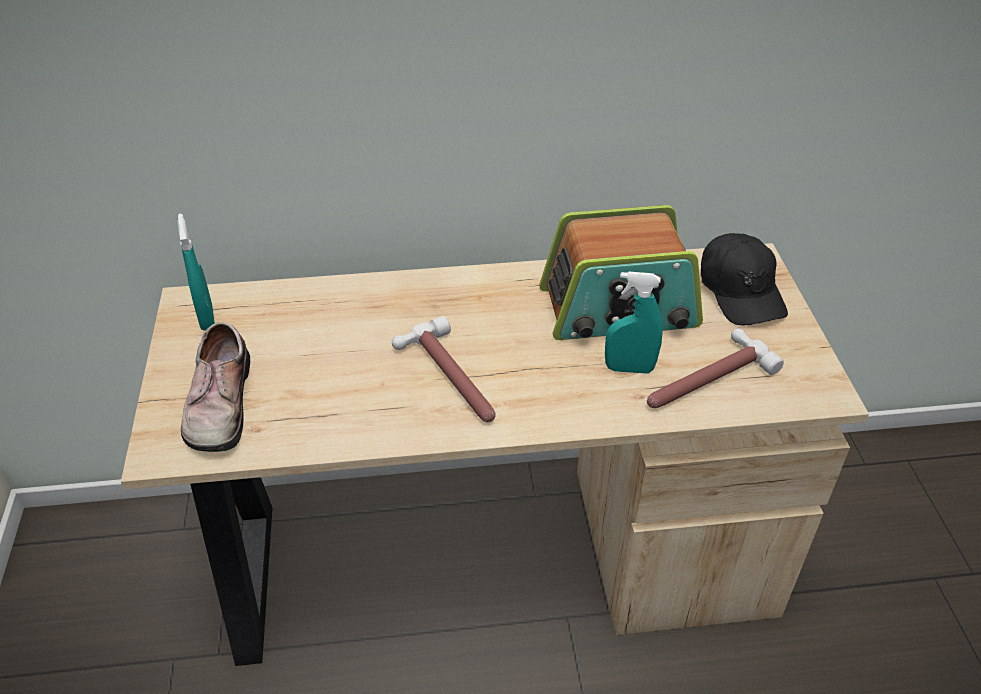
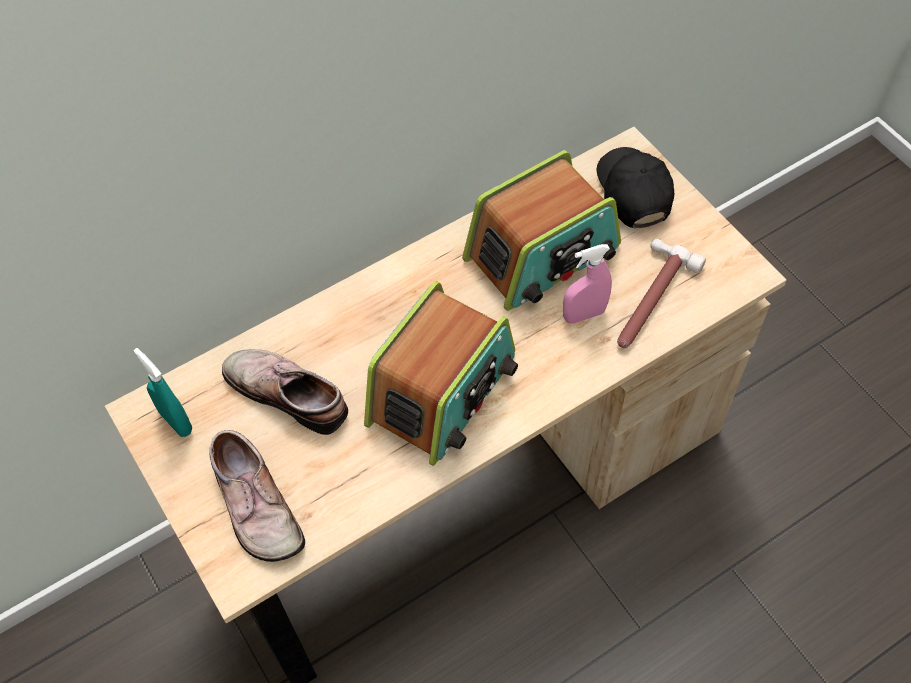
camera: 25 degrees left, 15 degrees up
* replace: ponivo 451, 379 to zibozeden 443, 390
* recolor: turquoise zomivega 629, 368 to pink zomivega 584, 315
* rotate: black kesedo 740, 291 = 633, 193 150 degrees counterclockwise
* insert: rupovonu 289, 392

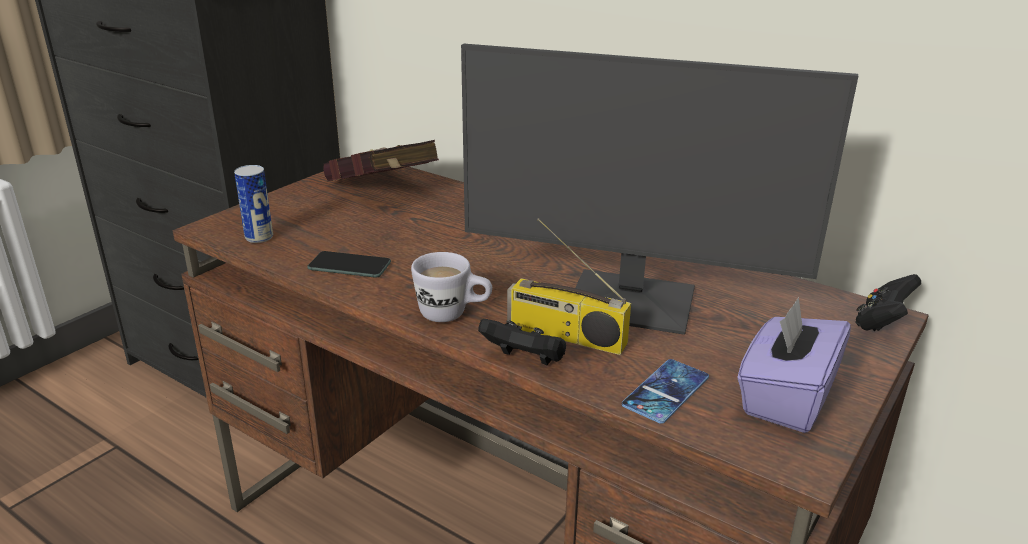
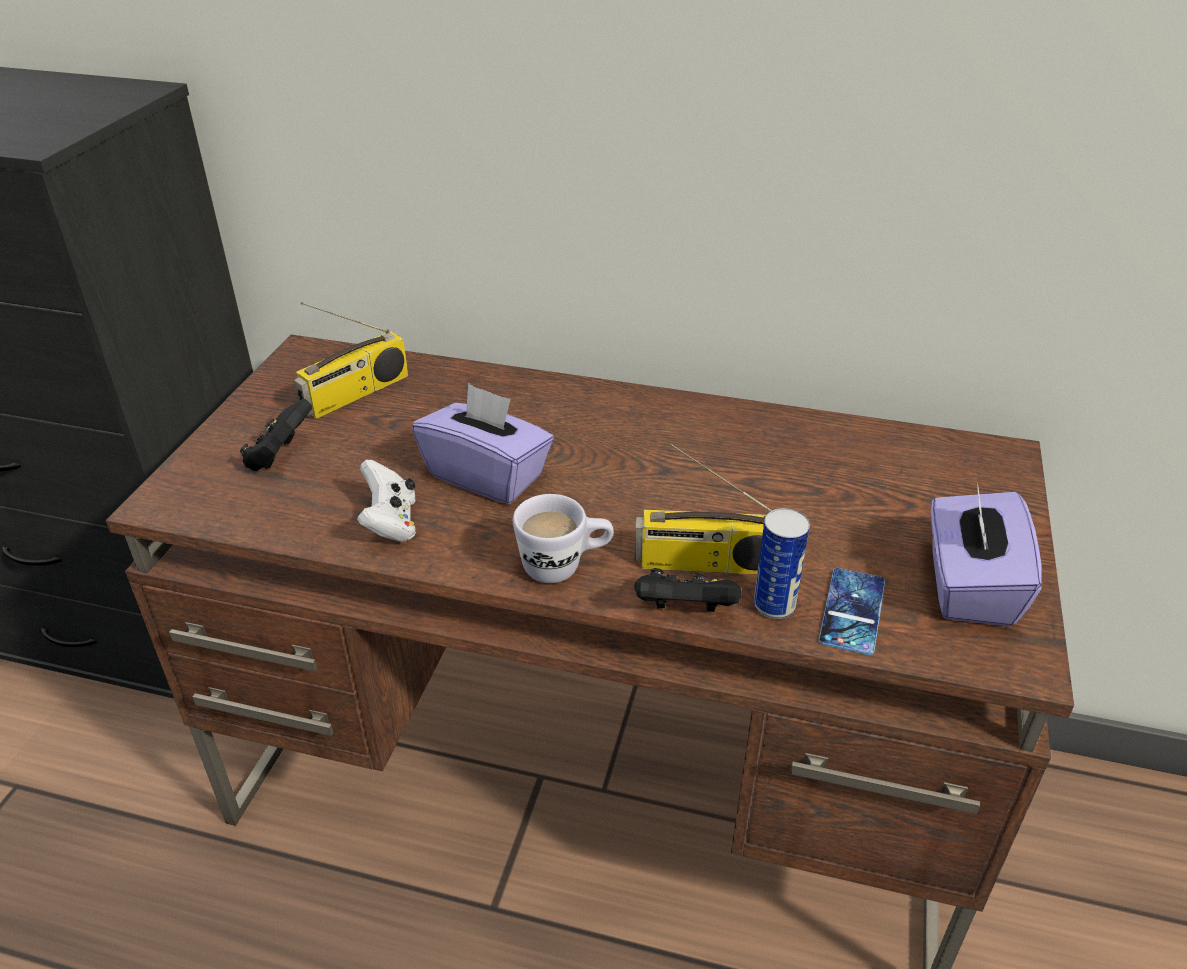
camera: 20 degrees left, 10 degrees up
* move: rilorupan 259, 237 to 774, 605
* replace: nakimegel 349, 266 to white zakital 391, 523
* replace: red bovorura 382, 192 to zibozeden 356, 394
* delete: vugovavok 631, 303
* move: black zakital 881, 323 to 280, 456
* insert: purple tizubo 487, 475

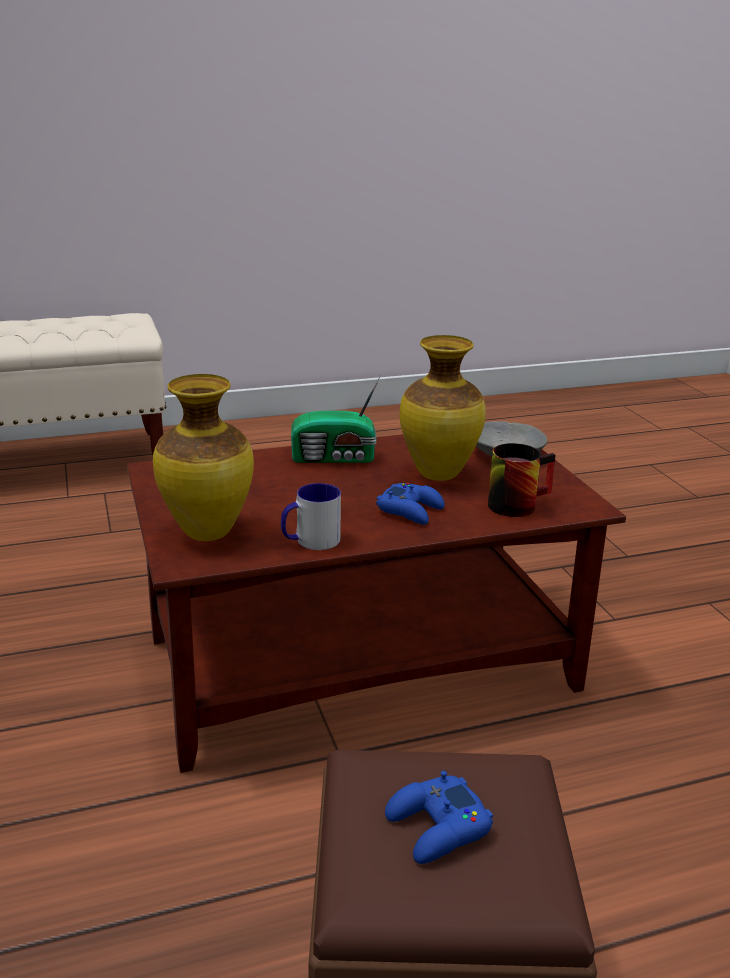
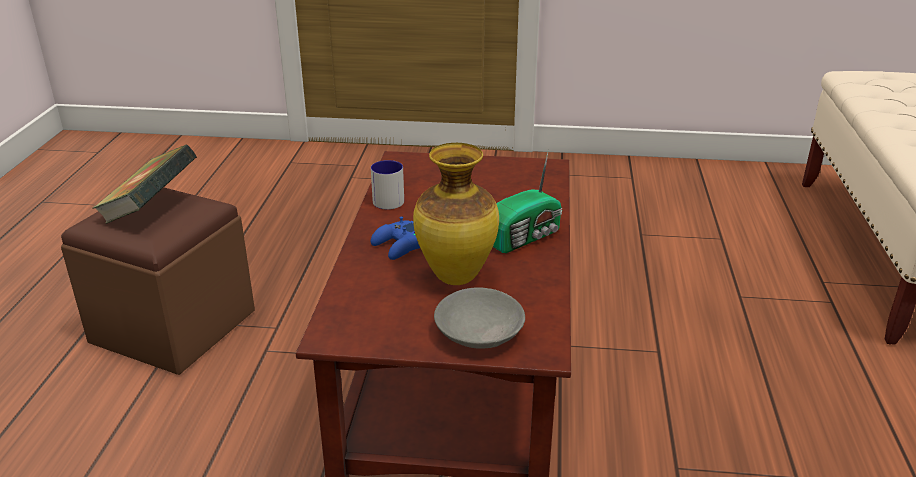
camera: 115 degrees right, 5 degrees up
* delete: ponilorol 208, 532
* rotate: zibozeden 335, 458 = 526, 237 150 degrees counterclockwise
* replace: blue zakital 437, 827 to bovorura 151, 210
* delete: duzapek 515, 502

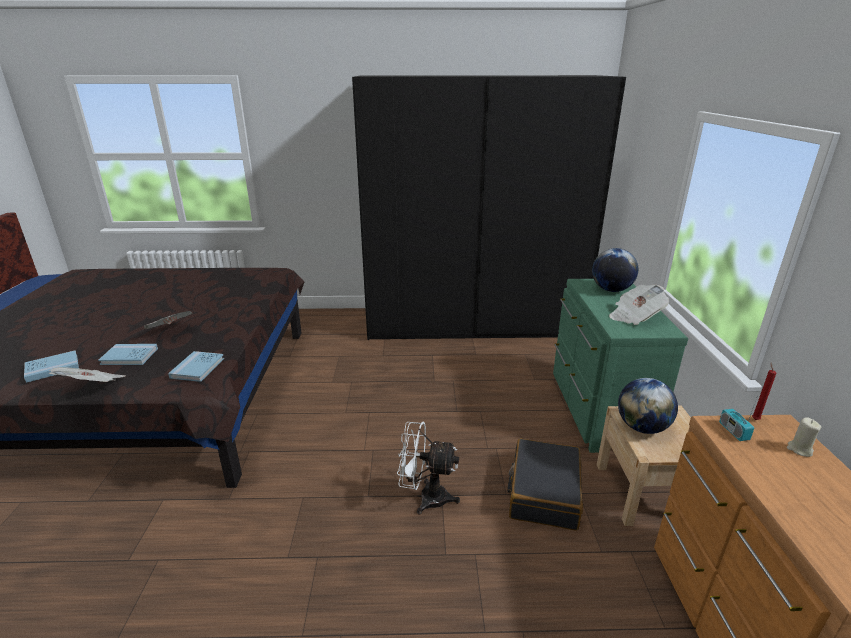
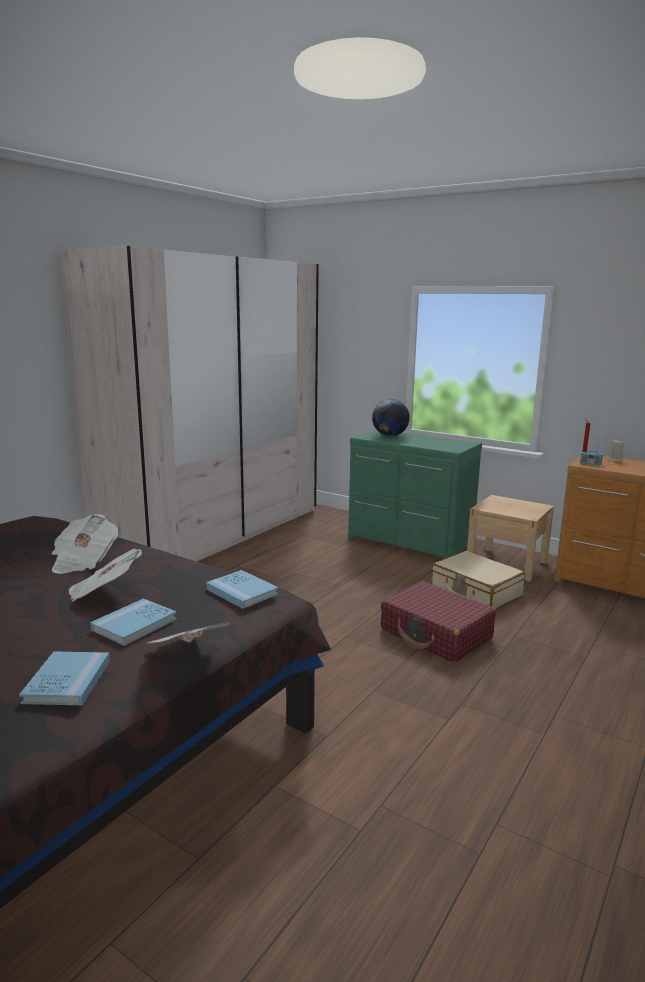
camera: 55 degrees left, 10 degrees down
* recolor: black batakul 473, 323 to beige batakul 216, 533
* replace: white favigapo 426, 497 to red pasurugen 436, 634
* recolor: black pasurugen 543, 492 to beige pasurugen 475, 592
* move: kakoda 635, 317 to 83, 561
* delete: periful 642, 427

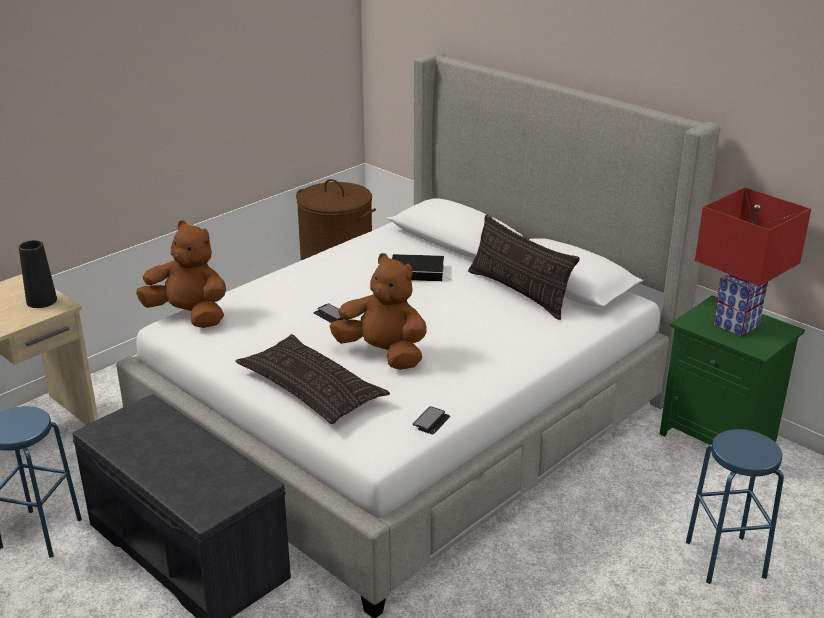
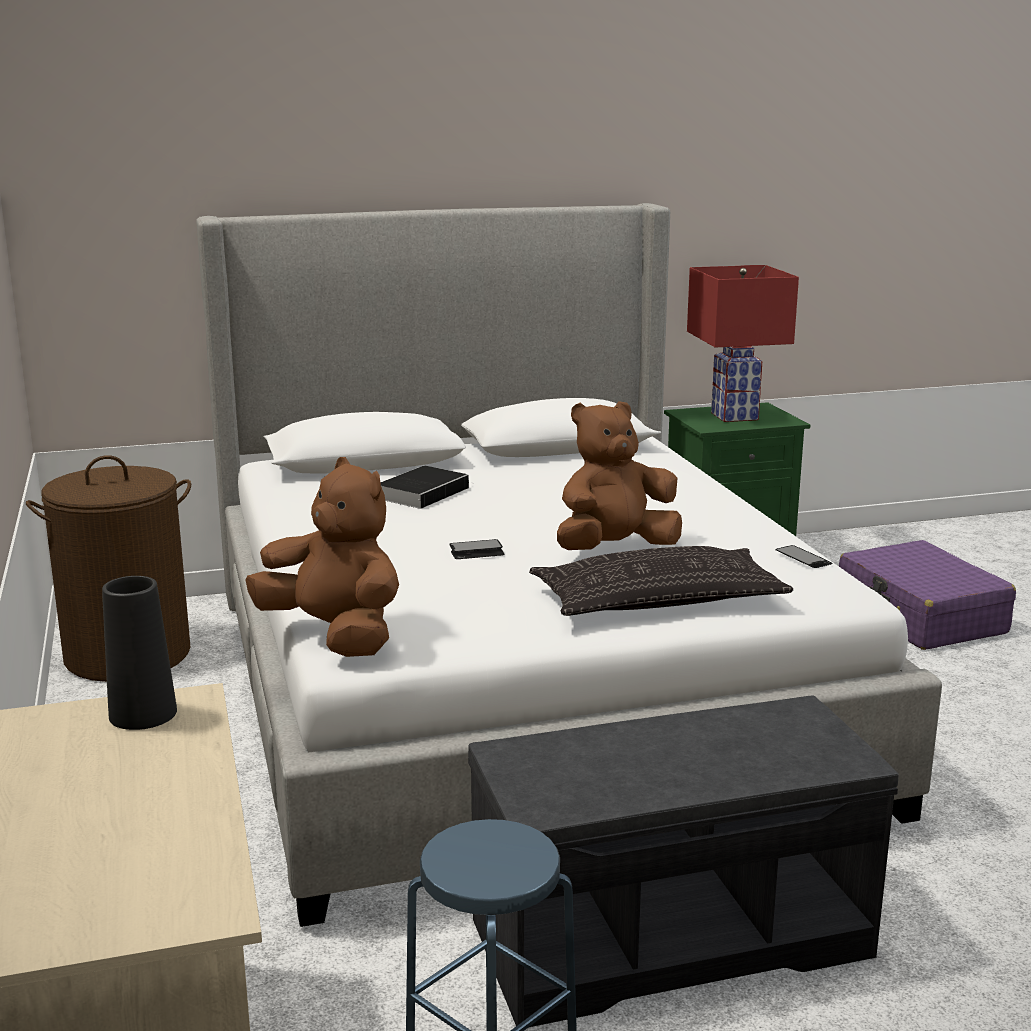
camera: 60 degrees left, 10 degrees down
* rotate: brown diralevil 189, 315 = 335, 635 75 degrees clockwise
* delete: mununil 518, 292
* replace: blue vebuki 725, 559 to purple pasurugen 920, 616

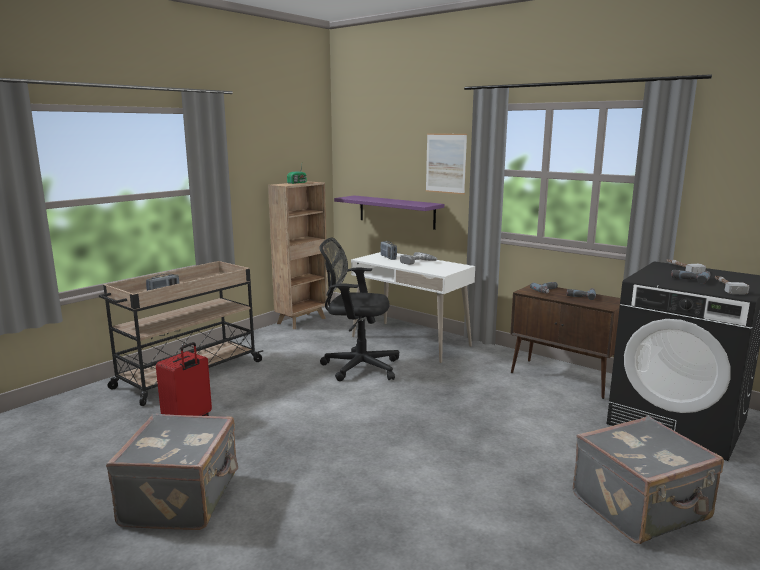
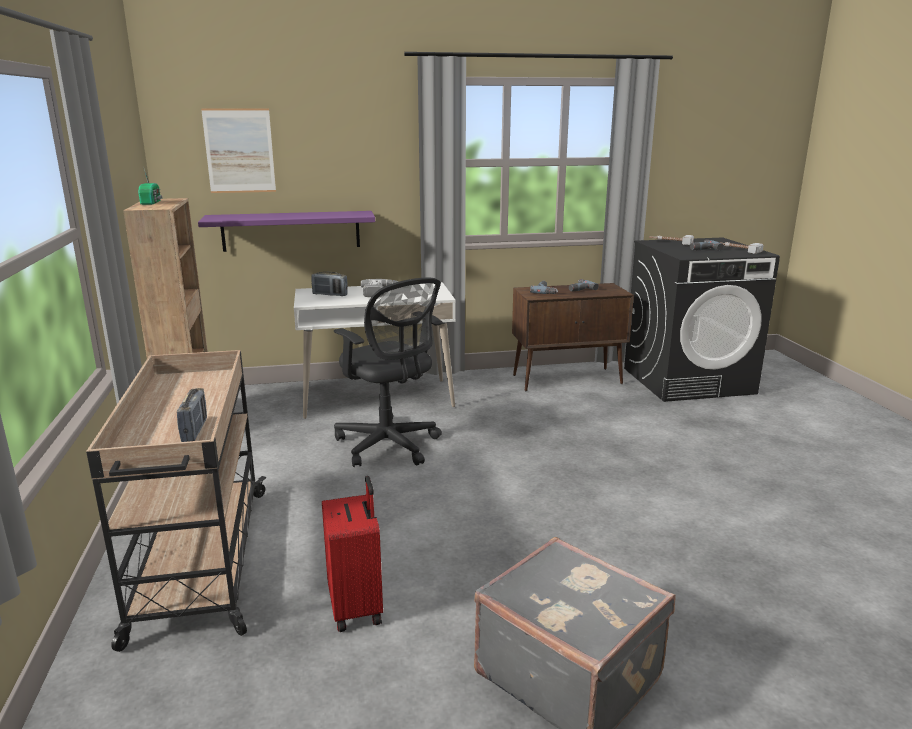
camera: 50 degrees left, 5 degrees up
* rotate: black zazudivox 357, 367 = 390, 446 90 degrees counterclockwise
* move: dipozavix 445, 163 to 239, 151
* delete: grey pasurugen 642, 508

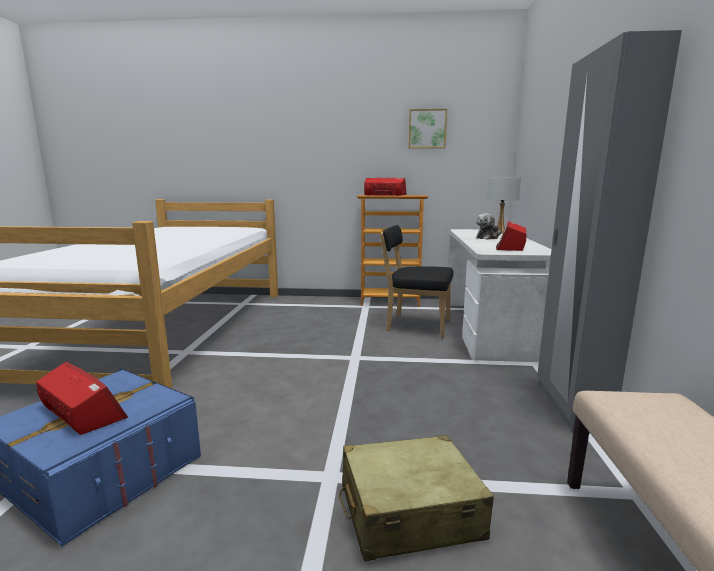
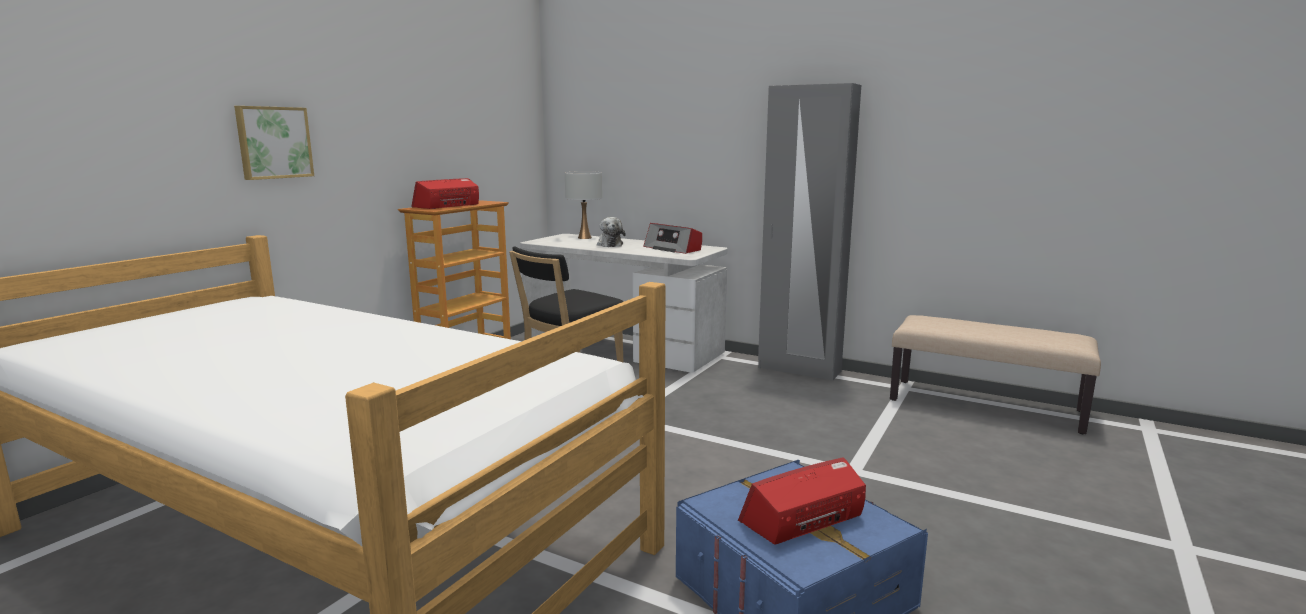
camera: 65 degrees left, 0 degrees up
* delete: beige pasurugen 409, 512
* move: dipozavix 427, 129 to 273, 142

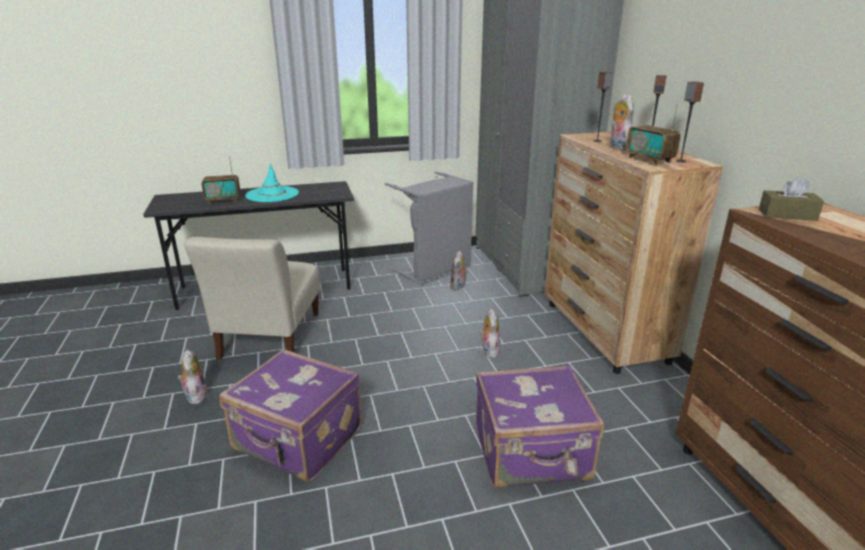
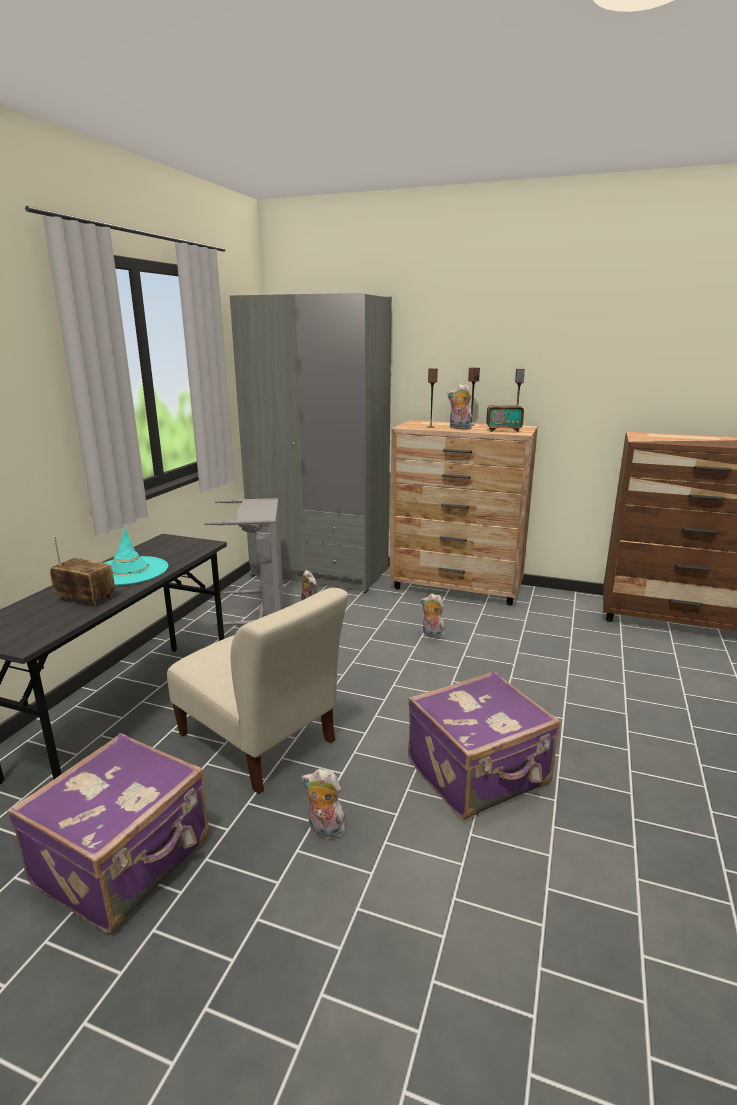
camera: 55 degrees left, 5 degrees down
* rotate: zibozeden 223, 200 = 86, 599 90 degrees counterclockwise
* move: purple pasurugen 532, 455 to 126, 861
* delete: brown tizubo 787, 215

